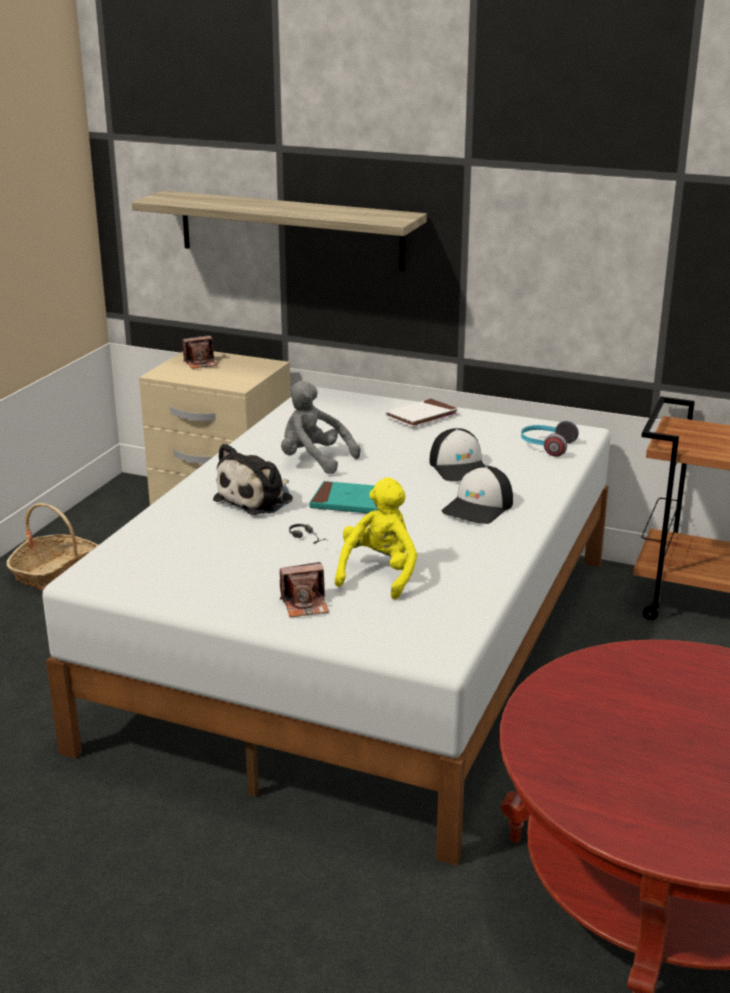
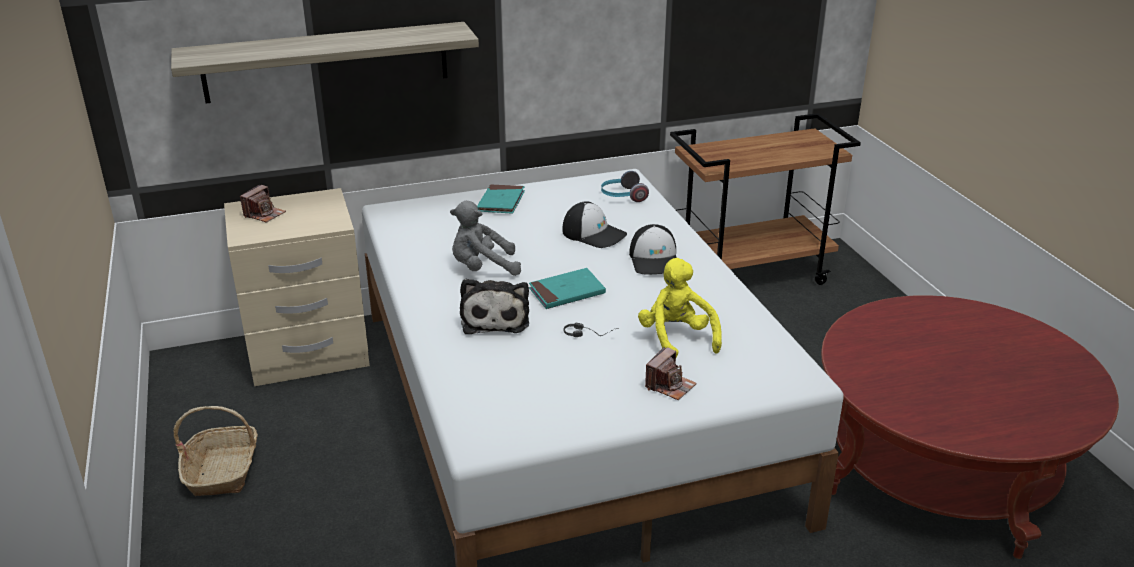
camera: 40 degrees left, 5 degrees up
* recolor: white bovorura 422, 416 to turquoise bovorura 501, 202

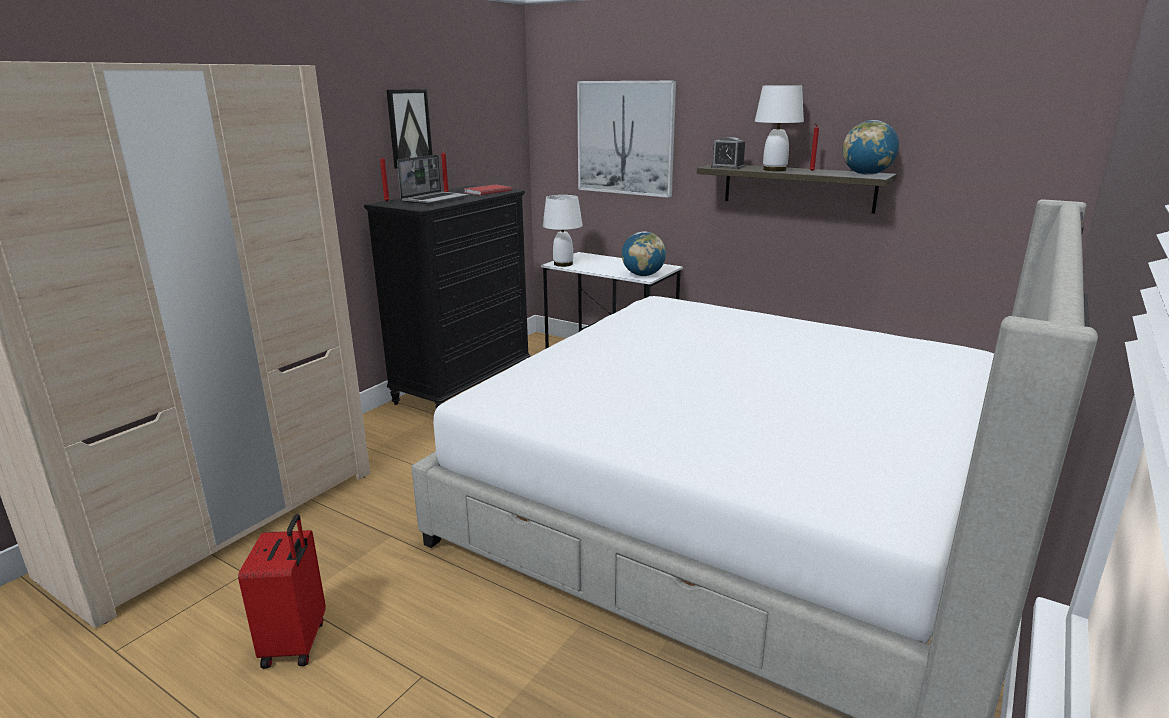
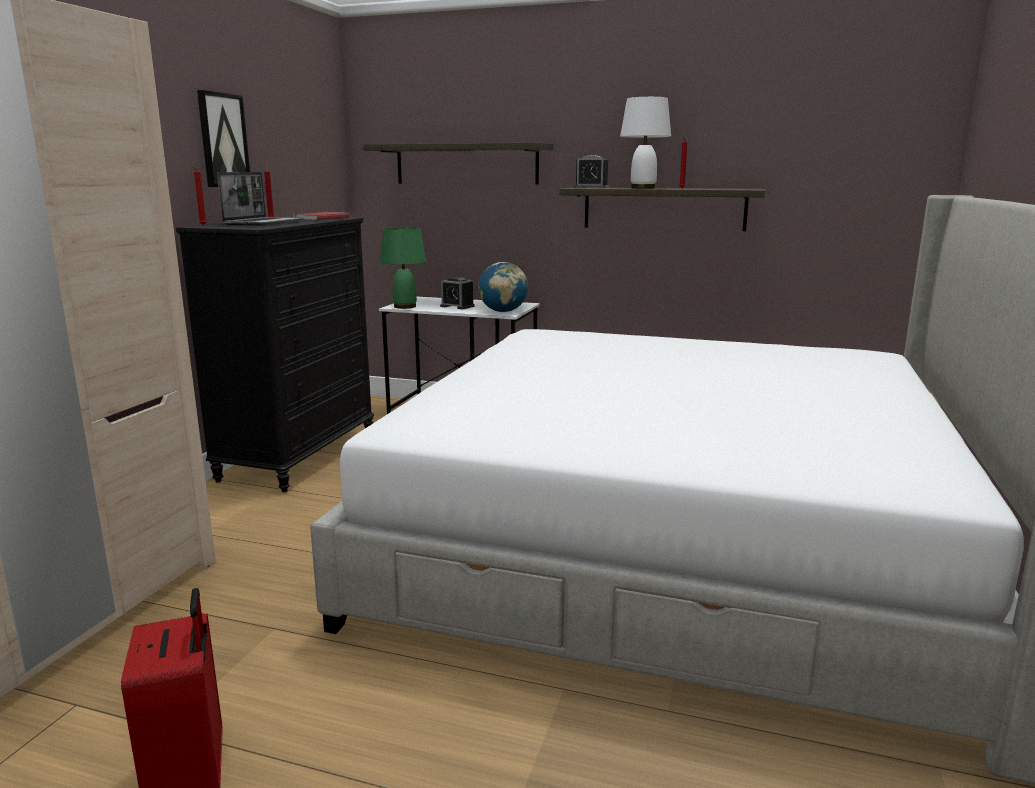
camera: 15 degrees left, 5 degrees down
* recolor: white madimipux 562, 264 to green madimipux 404, 306
* replace: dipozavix 625, 138 to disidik 466, 164
* delete: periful 866, 174
* insert: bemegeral 457, 306

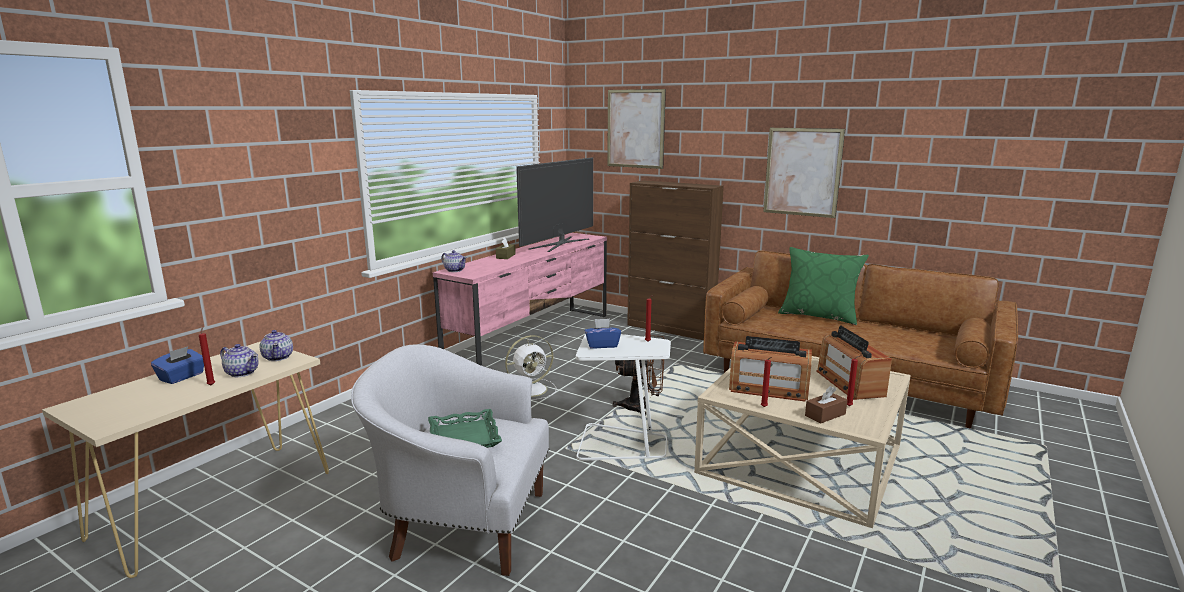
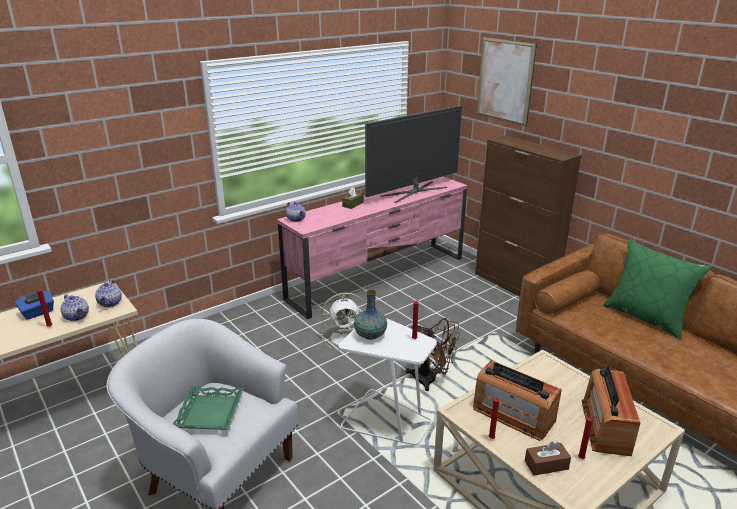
camera: 20 degrees right, 10 degrees up
* replace: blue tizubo 602, 345 to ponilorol 370, 335
* delete: dipozavix 802, 172

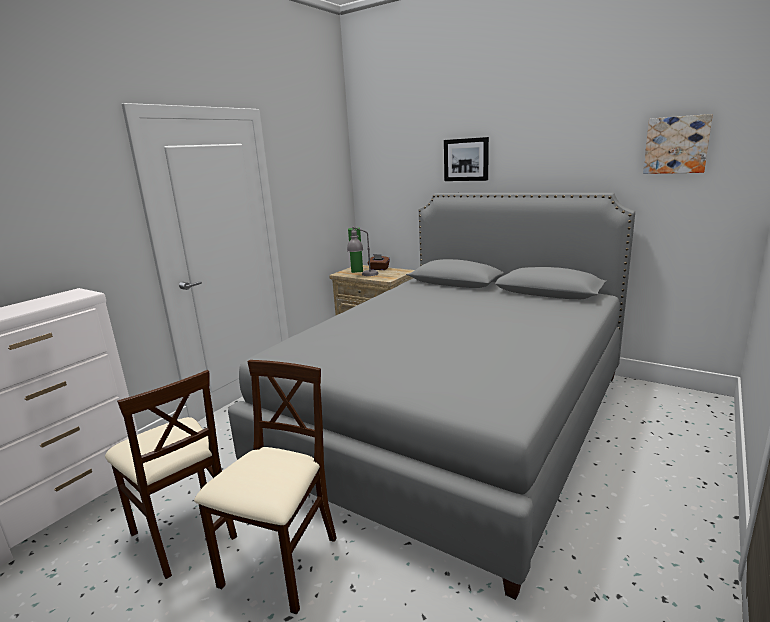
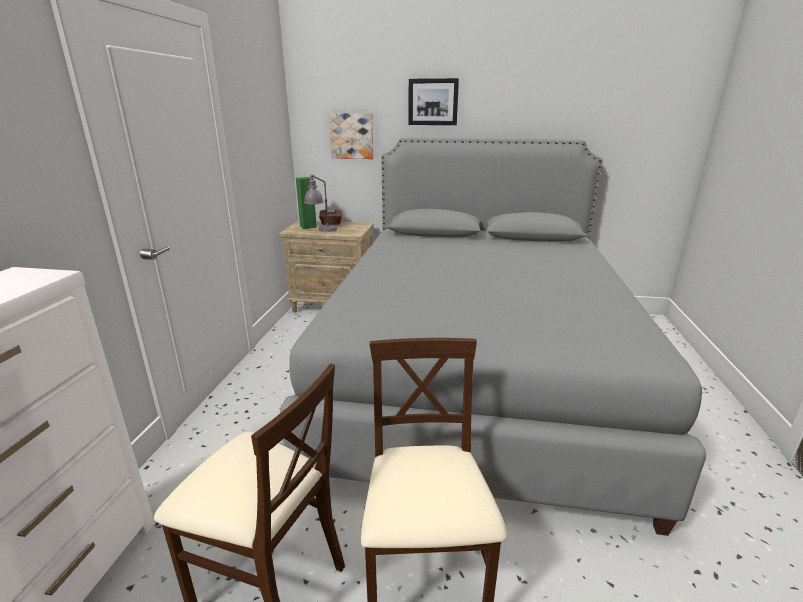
camera: 25 degrees left, 5 degrees up
* move: dipozavix 676, 145 to 352, 136

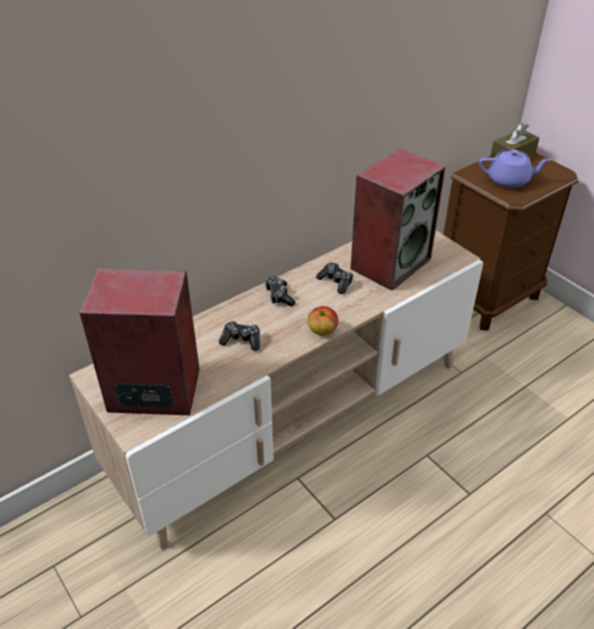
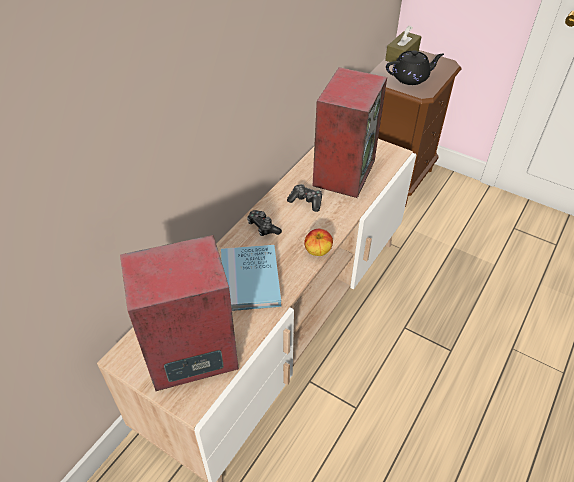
camera: 20 degrees left, 5 degrees up
* replace: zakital 241, 340 to blue bovorura 250, 279
* recolor: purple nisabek 509, 181 to black nisabek 411, 78

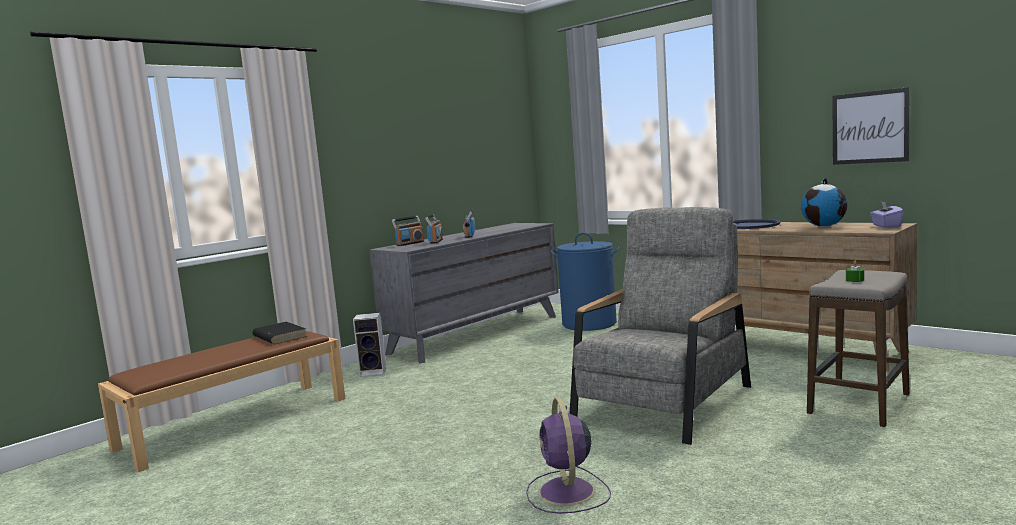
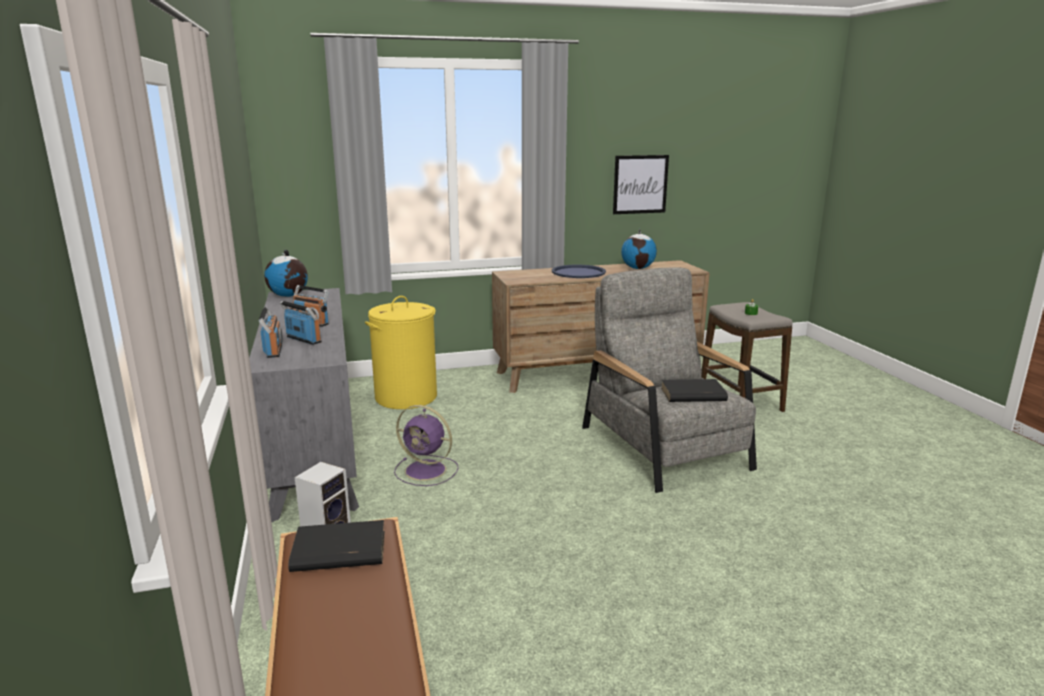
camera: 60 degrees left, 10 degrees up
* move: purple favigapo 567, 493 to 427, 471
* recolor: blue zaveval 589, 323 to yellow zaveval 406, 397
* delete: purple tizubo 886, 226
* insert: periful 288, 296
* insert: black bovorura 692, 395

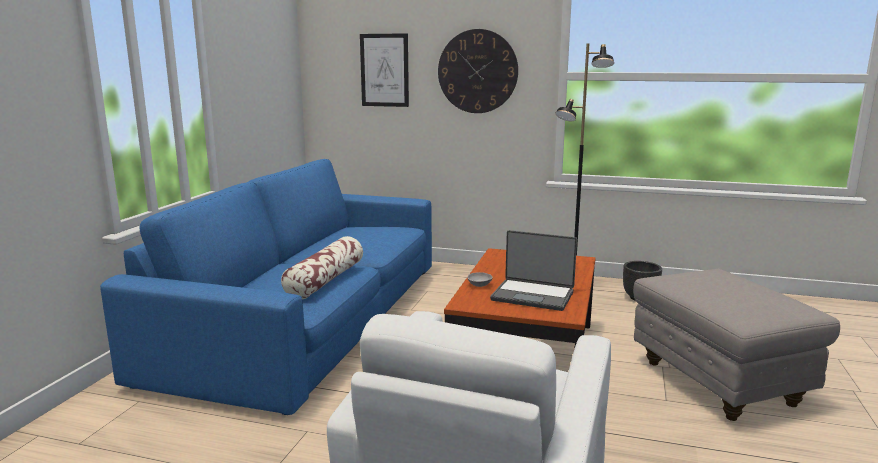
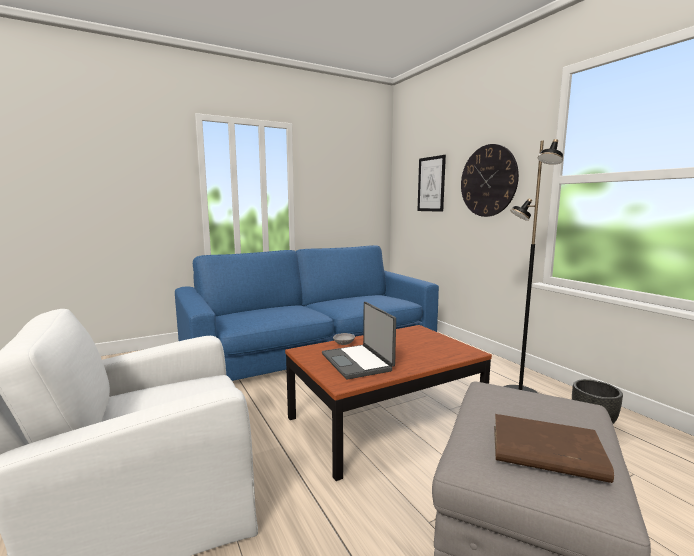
camera: 45 degrees right, 5 degrees down
* delete: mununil 325, 280
* insert: brown bovorura 545, 452

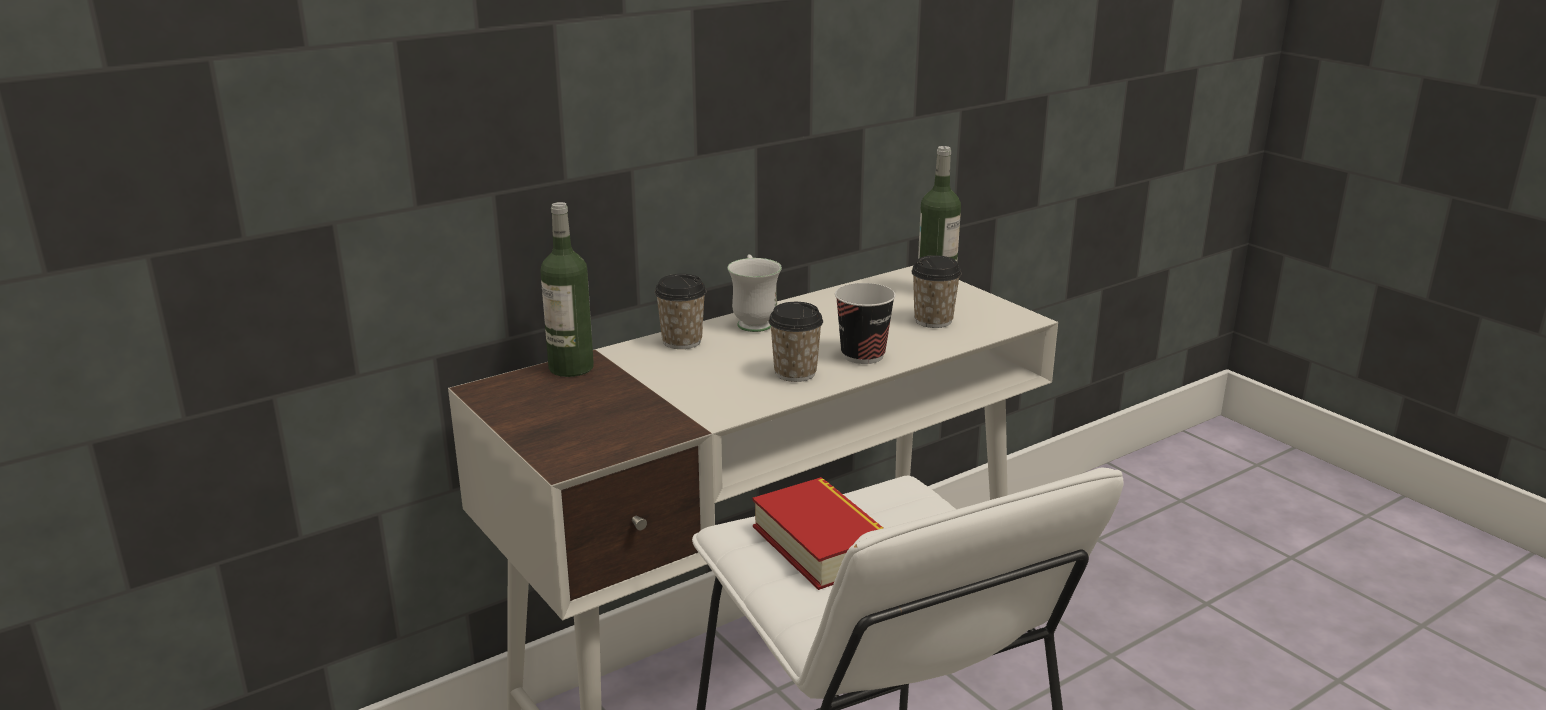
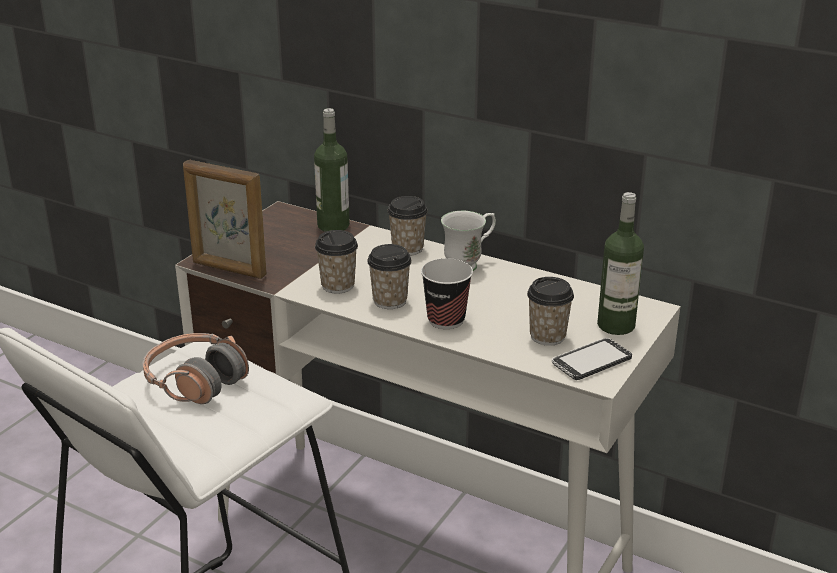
camera: 65 degrees right, 5 degrees up
* replace: bovorura 822, 544 to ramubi 196, 381
* insert: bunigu 228, 269
* insert: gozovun 338, 285
* insert: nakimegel 591, 361

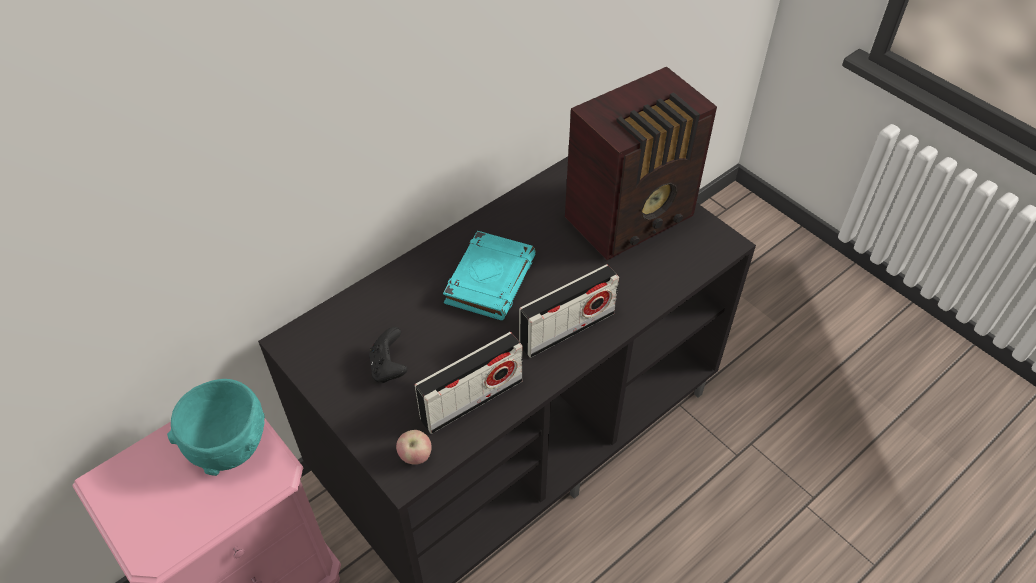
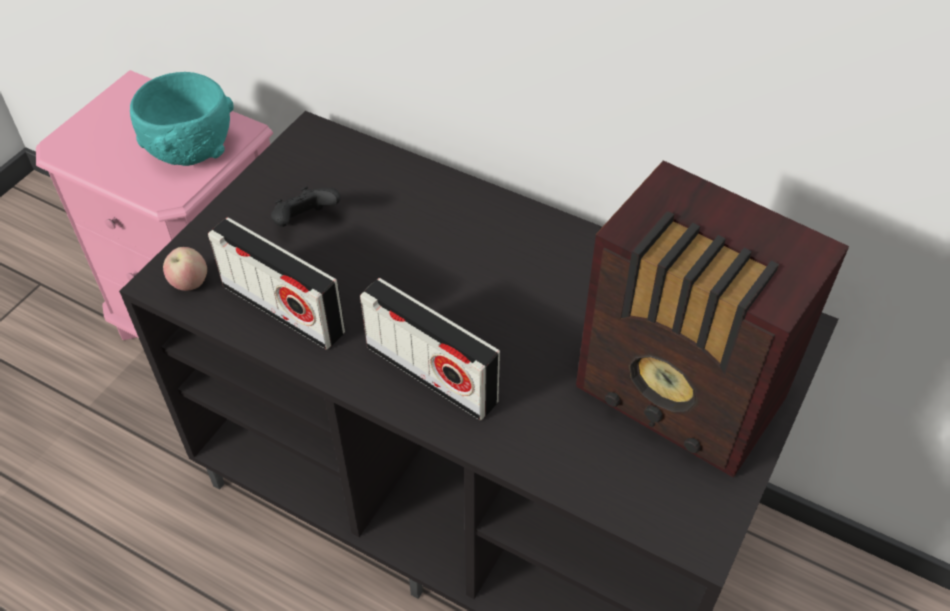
camera: 70 degrees right, 0 degrees up
* delete: turquoise bovorura 490, 279

